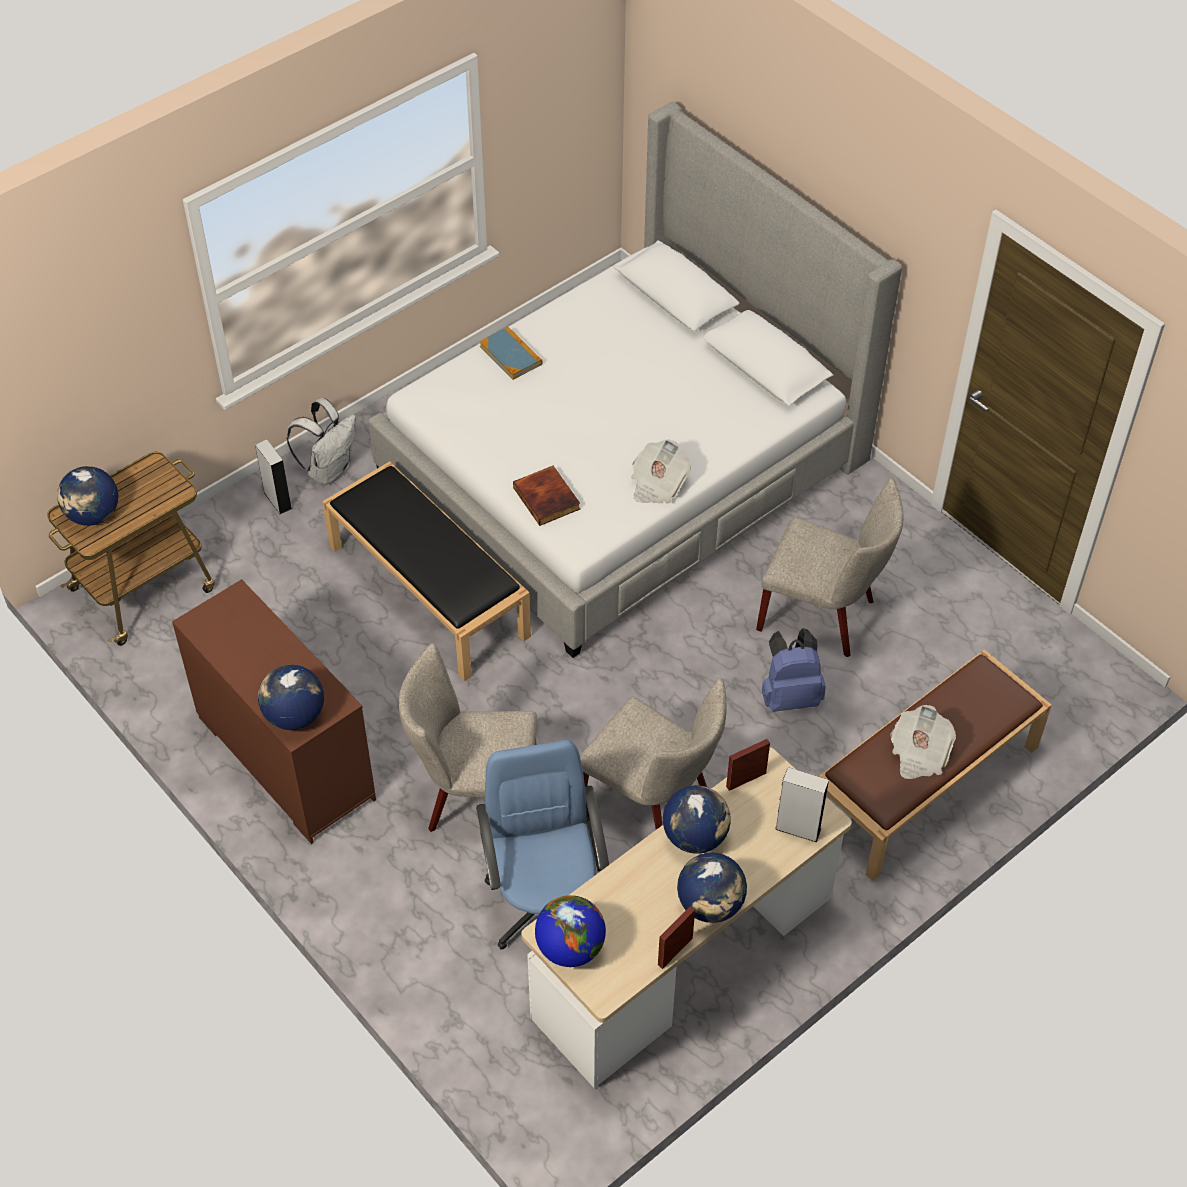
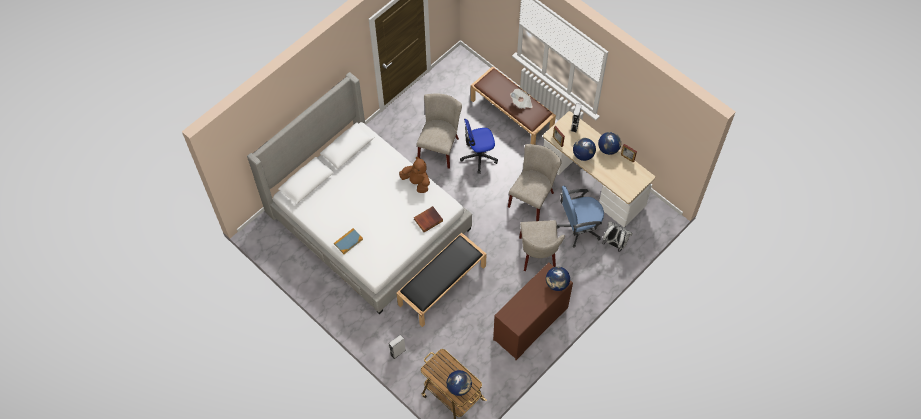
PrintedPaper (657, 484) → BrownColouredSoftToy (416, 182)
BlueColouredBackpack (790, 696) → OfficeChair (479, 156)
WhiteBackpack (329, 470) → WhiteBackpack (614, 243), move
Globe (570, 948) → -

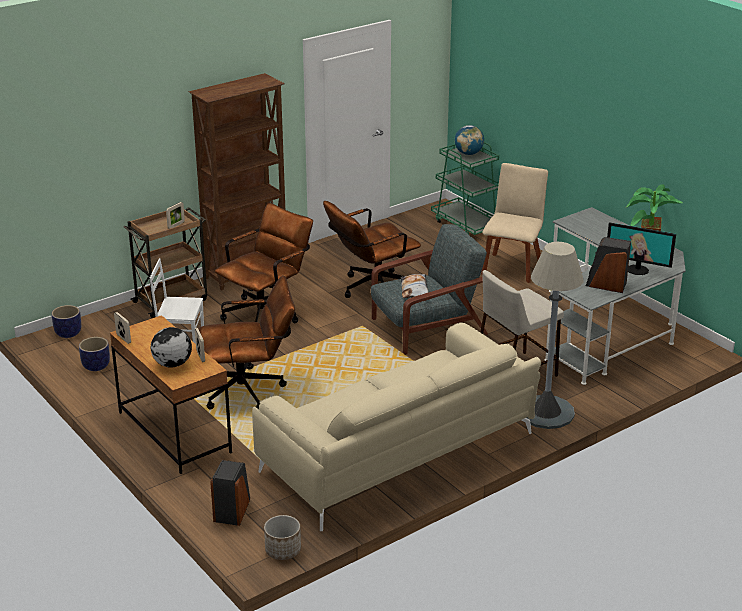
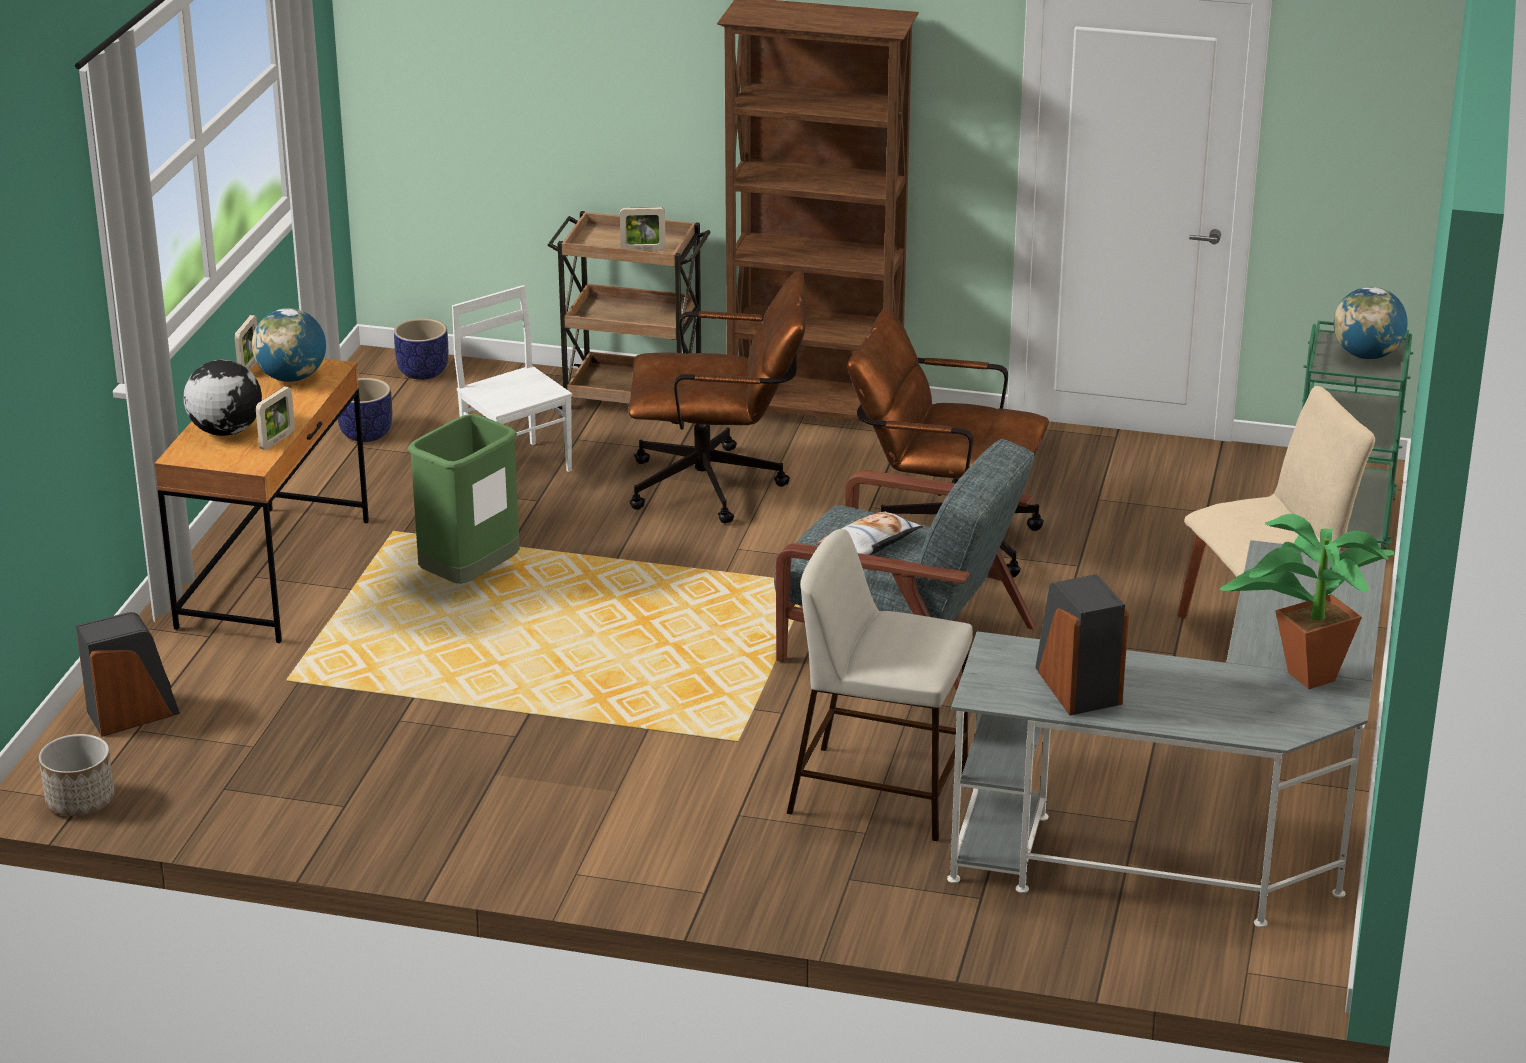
- → Globe (292, 378)
BrownColouredOfficeChair (250, 390) → GreenishRubbishBin (470, 579)
SandColouredSofa (399, 454) → -
GrayFloorLamp (546, 412) → -
ComputerScreen (637, 269) → -

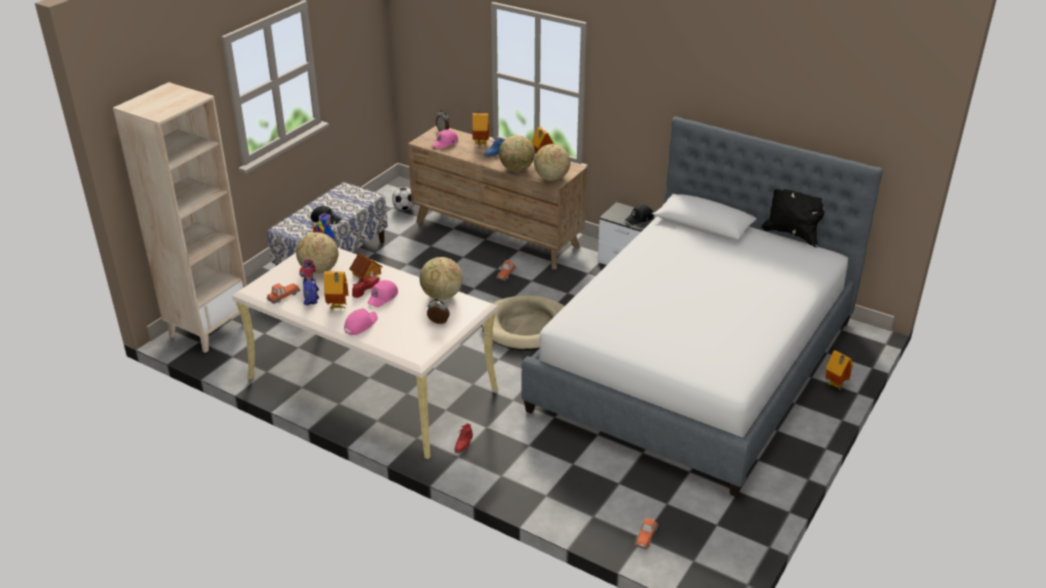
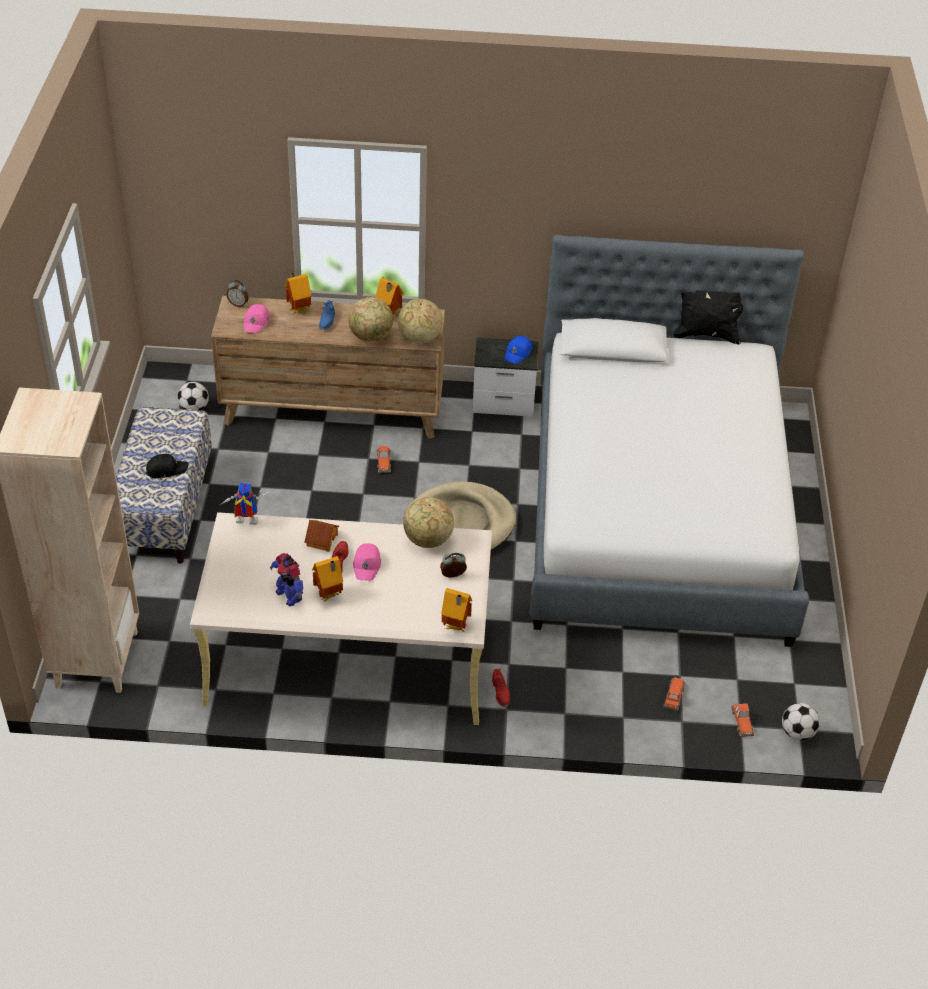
MiniatureHouse (835, 386) → MiniatureHouse (455, 627), move
BlackColouredPeakedCap (639, 219) → BlueColouredPeakedCap (518, 353)
MiniatureCar (283, 296) → MiniatureCar (674, 696), move
- → Football (797, 733)
Globe (319, 270) → -
PinkColouredPeakedCap (360, 325) → -

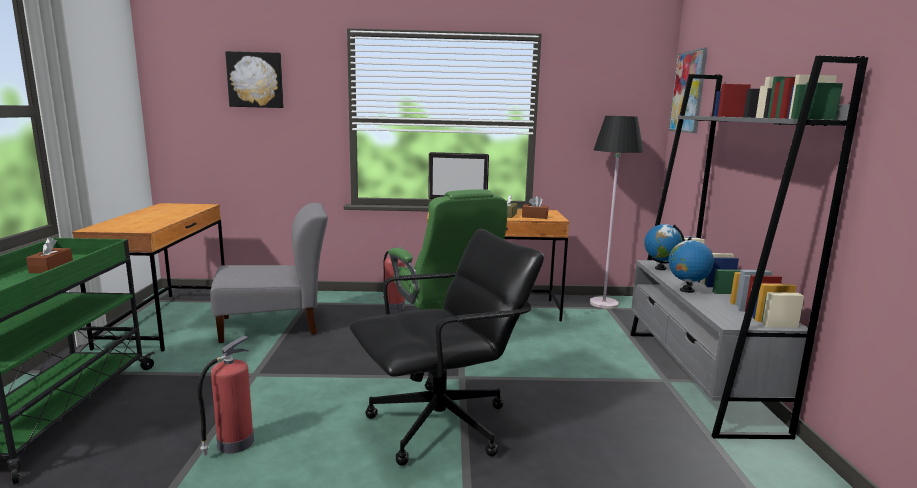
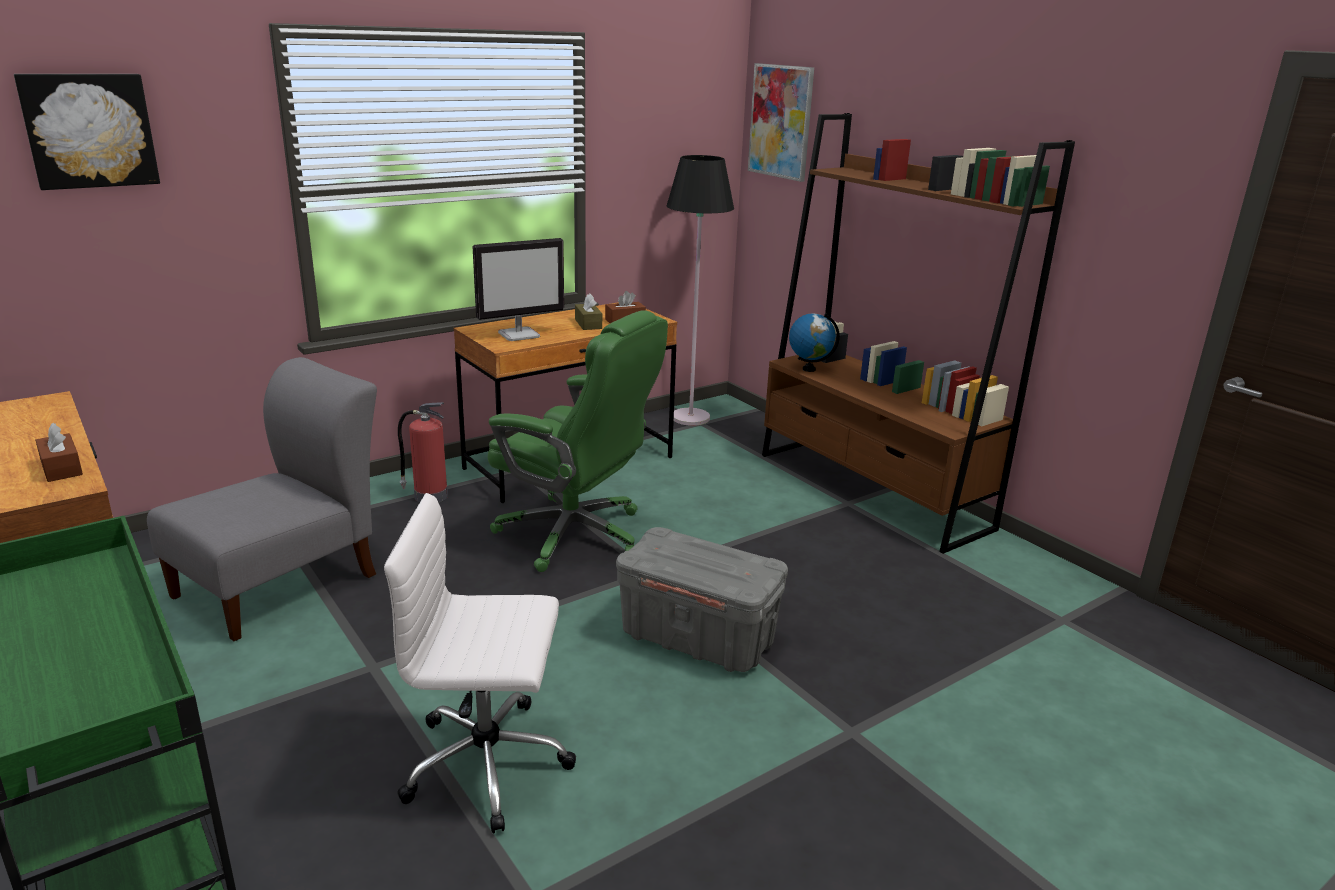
BrownColouredTissueBox (51, 268) → BrownColouredTissueBox (61, 468), move
FireFightingCylinder (233, 444) → WhiteOfficeChair (490, 763)
BlackColouredOfficeChair (441, 425) → GrayStorageBin (699, 638)
GrayBookcase (697, 377) → BrownColouredBookcase (872, 490)
Globe (686, 290) → -

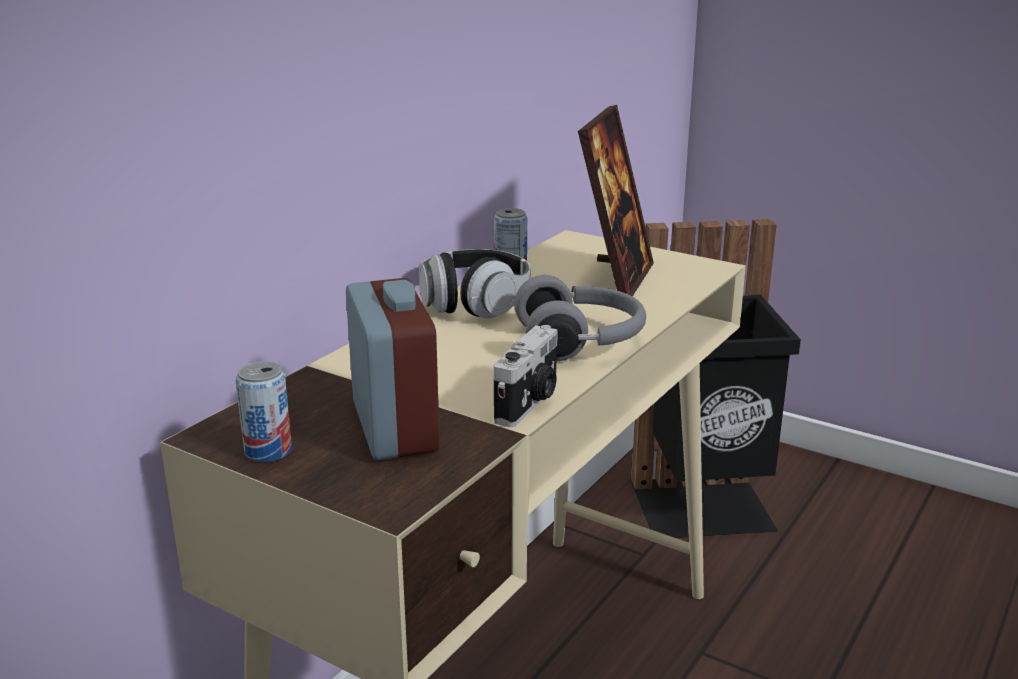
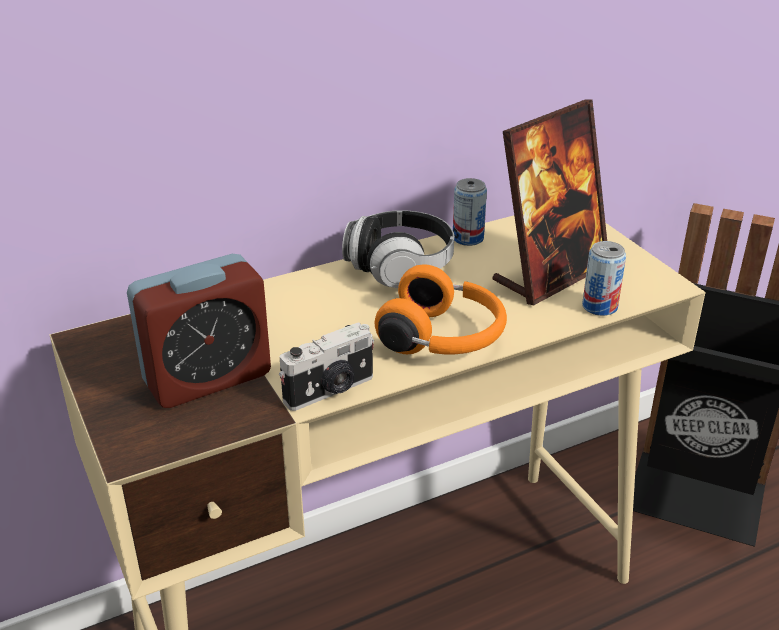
AlarmClock (394, 427) → AlarmClock (207, 378), 45 degrees clockwise
GrayPairOfHeadphones (581, 342) → OrangeColouredPairOfHeadphones (444, 338)
Can (268, 451) → Can (599, 307), move

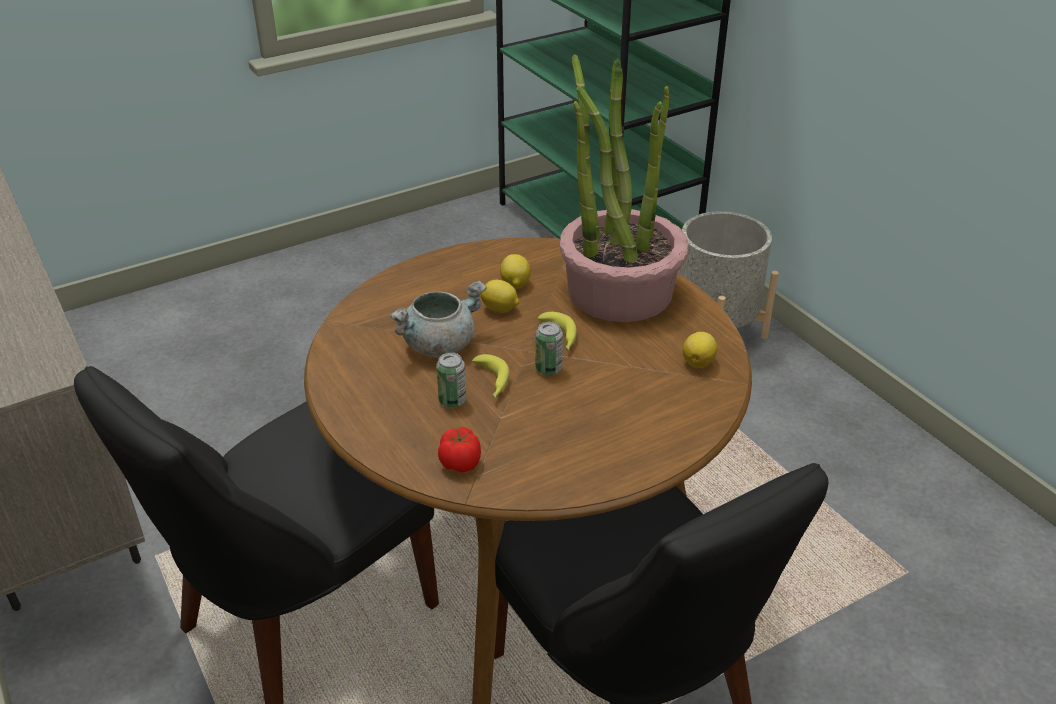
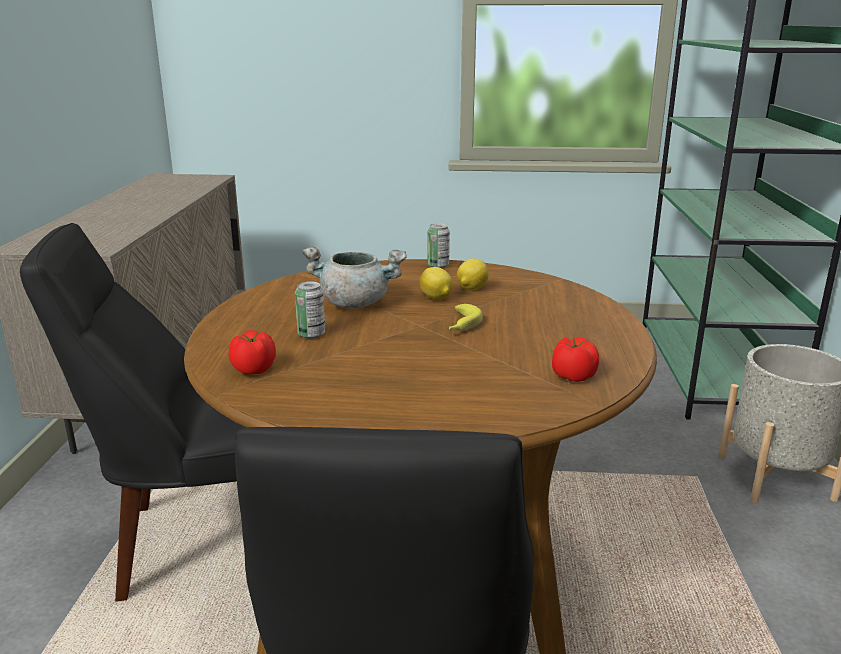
Can (548, 368) → Can (438, 265), move
WholeLemon (698, 362) → Tomato (572, 376)
WholeBanana (491, 382) → -
PottedPlant (619, 291) → -

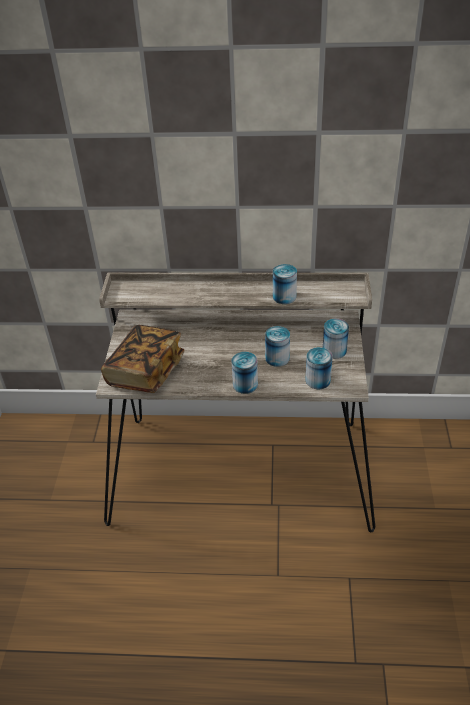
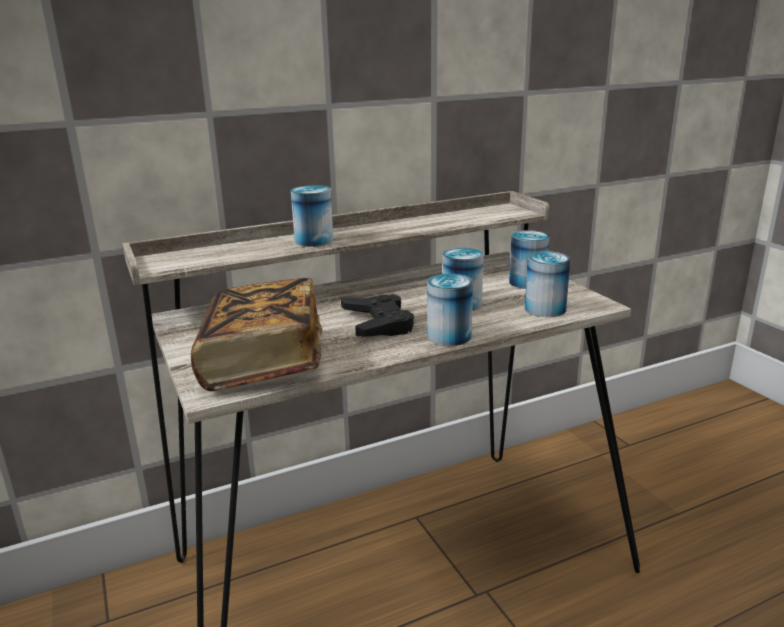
Can (284, 296) → Can (314, 241), move
- → BlackColouredGameController (378, 323)

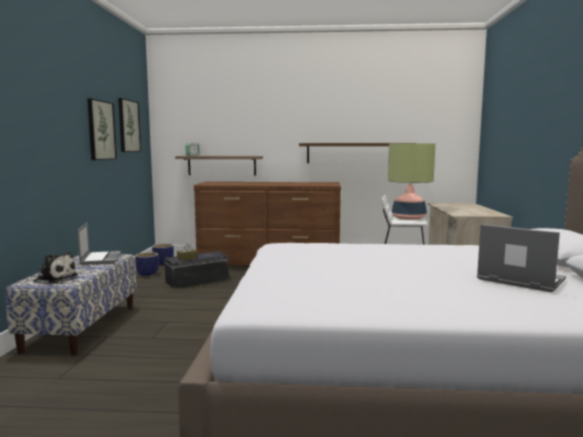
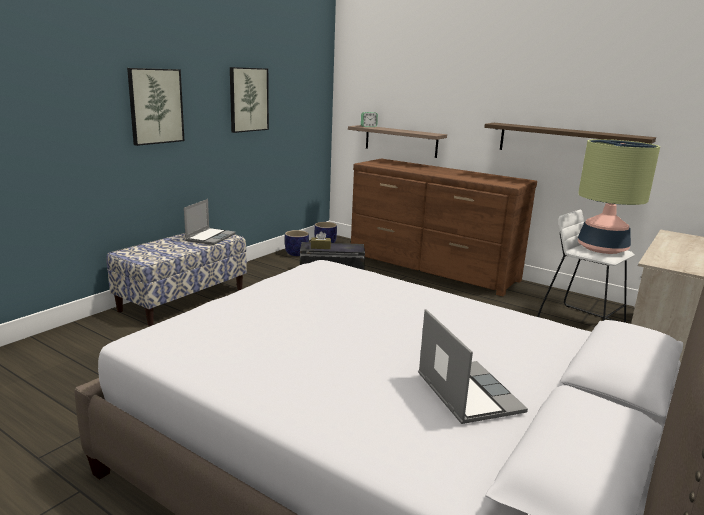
WallPicture (128, 126) → WallPicture (156, 106), move
SoftToy (54, 278) → -

